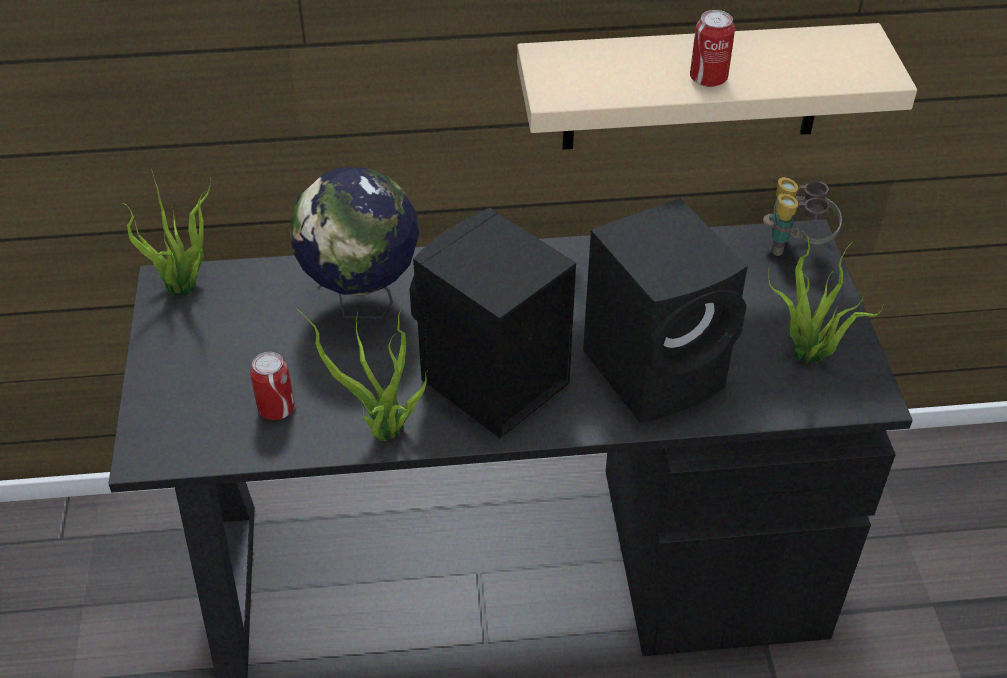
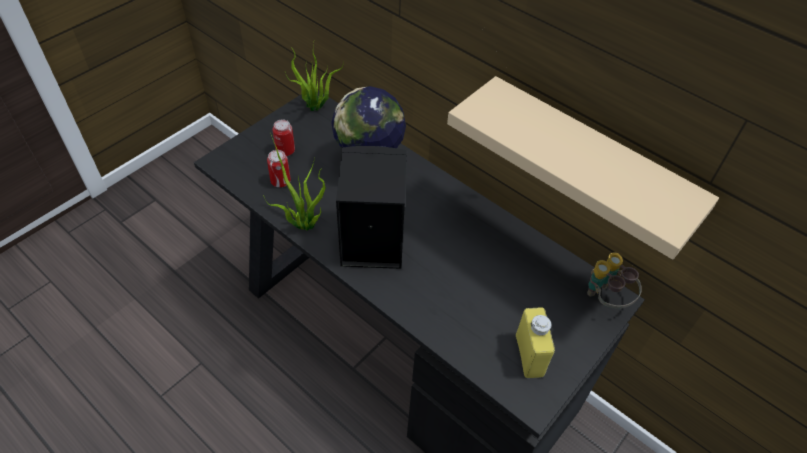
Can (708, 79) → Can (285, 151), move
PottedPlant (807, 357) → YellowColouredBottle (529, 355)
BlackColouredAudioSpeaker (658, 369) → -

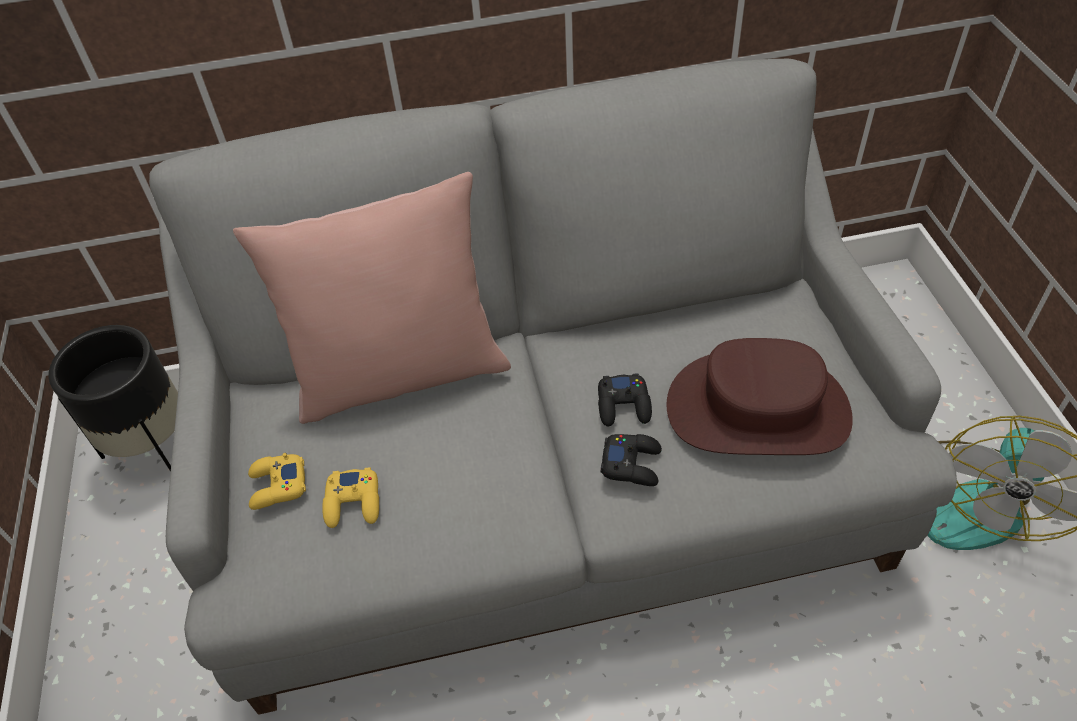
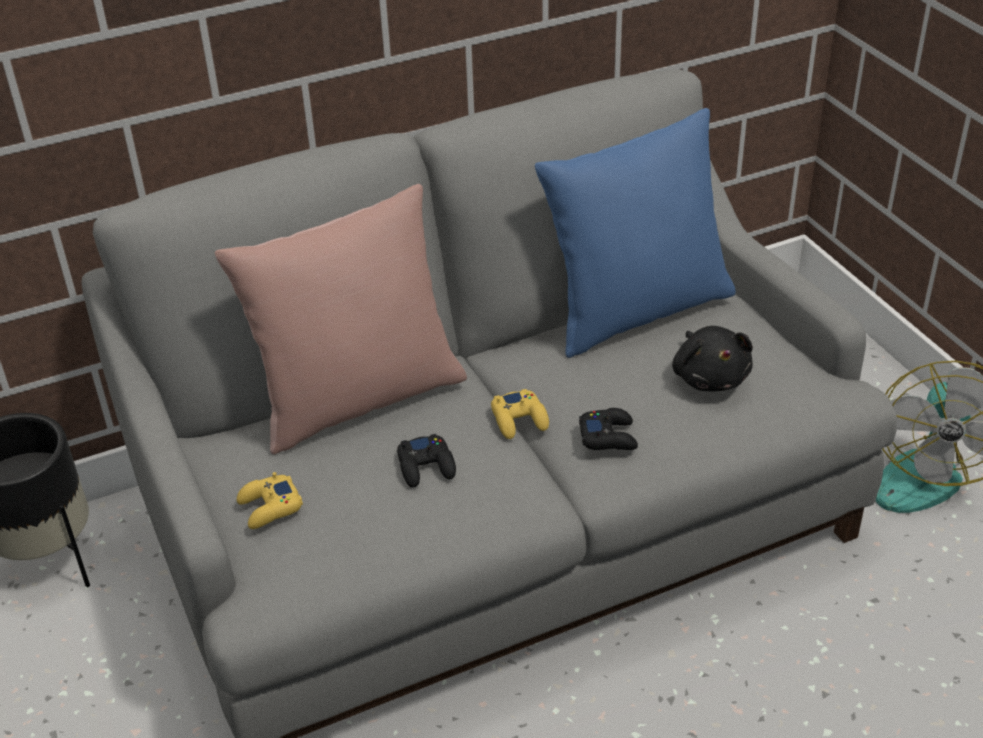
BlackColouredGameController (624, 405) → BlackColouredGameController (426, 466), move
YellowColouredGameController (354, 502) → YellowColouredGameController (519, 419), move
- → BlueColouredCushion (636, 311)
BrownColouredWearableHat (758, 409) → BlackColouredSoftToy (710, 377)

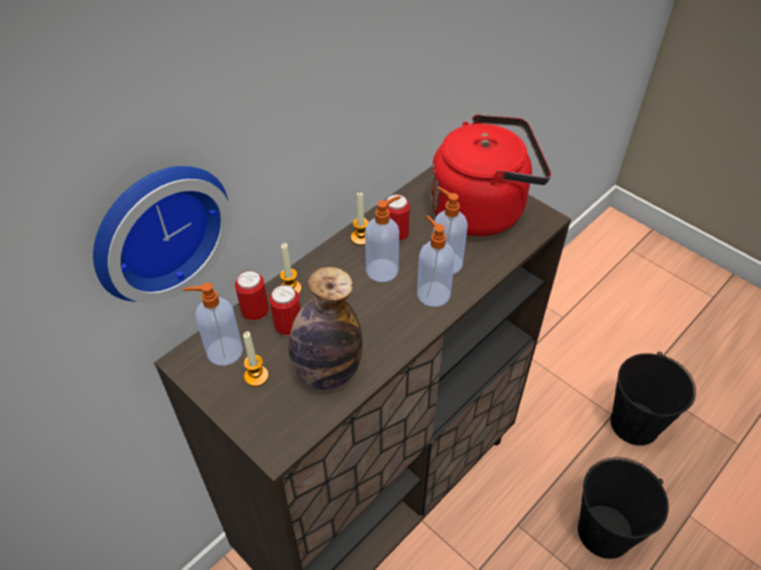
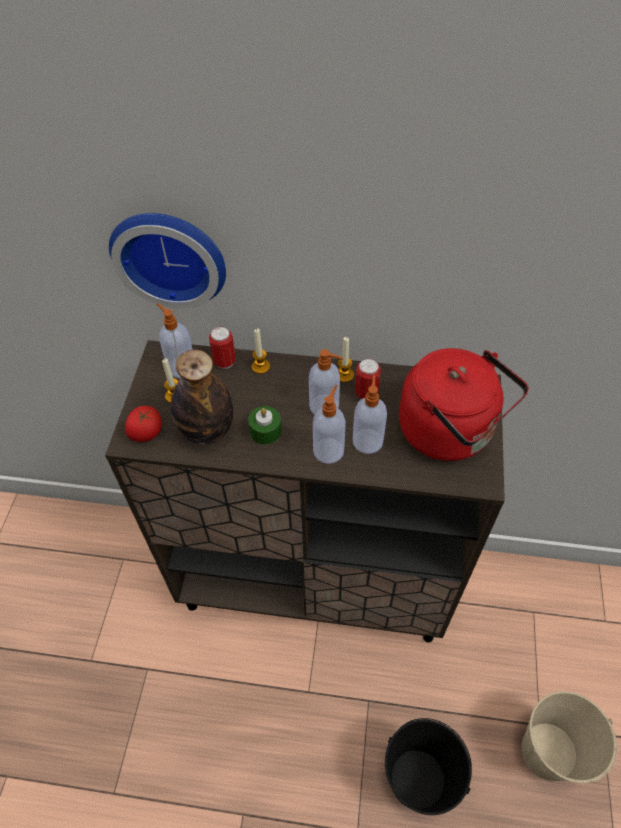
- → Tomato (146, 433)
- → GreenishWaxCandle (265, 431)
BlackColouredPail (634, 424) → SandColouredPail (547, 751)
Can (288, 327) → -

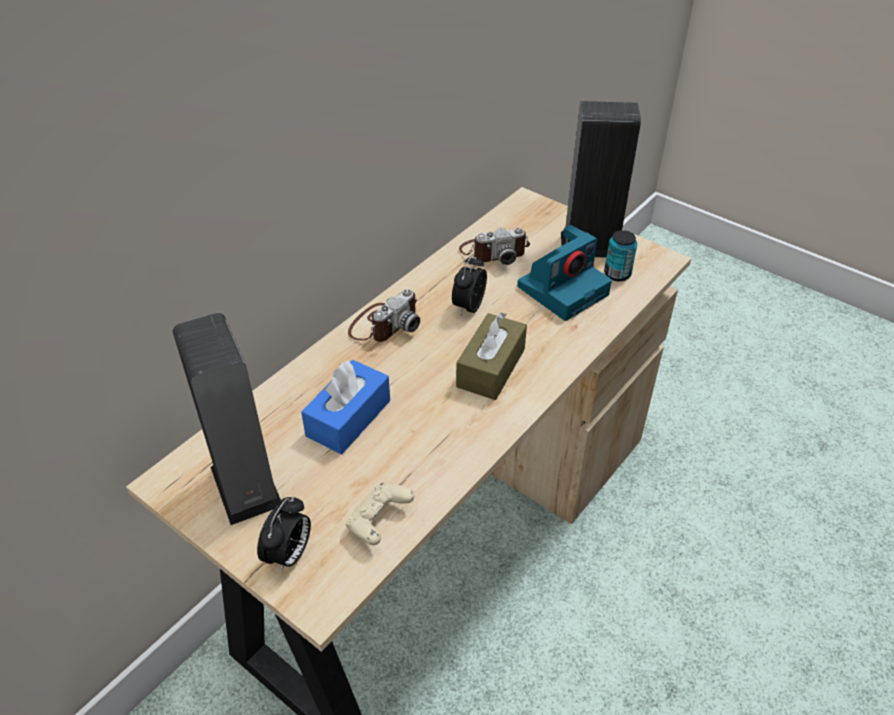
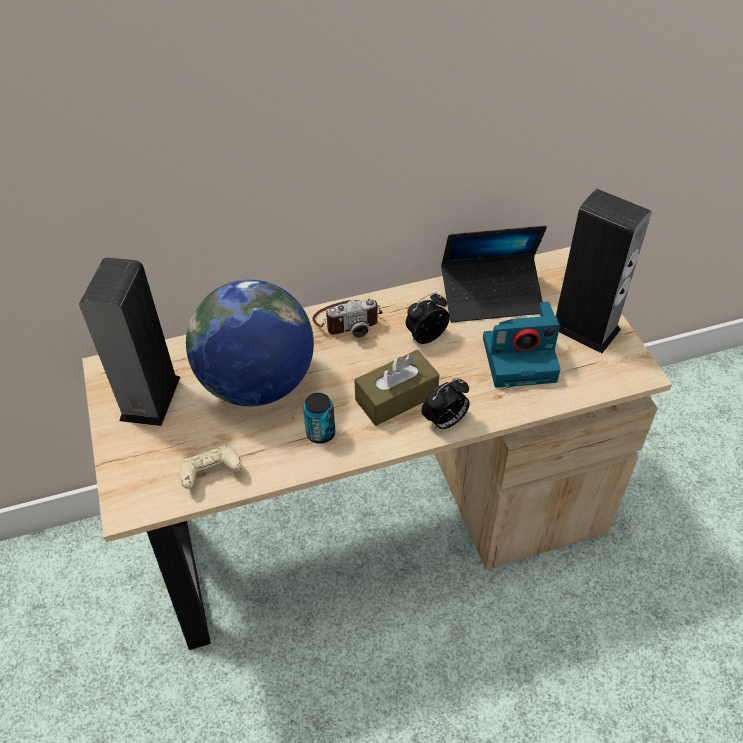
BlueColouredTissueBox (348, 418) → Globe (257, 383)
Can (617, 274) → Can (320, 433), move
AlarmClock (289, 555) → AlarmClock (445, 422), move
StillCamera (494, 251) → NotebookComputer (491, 297)

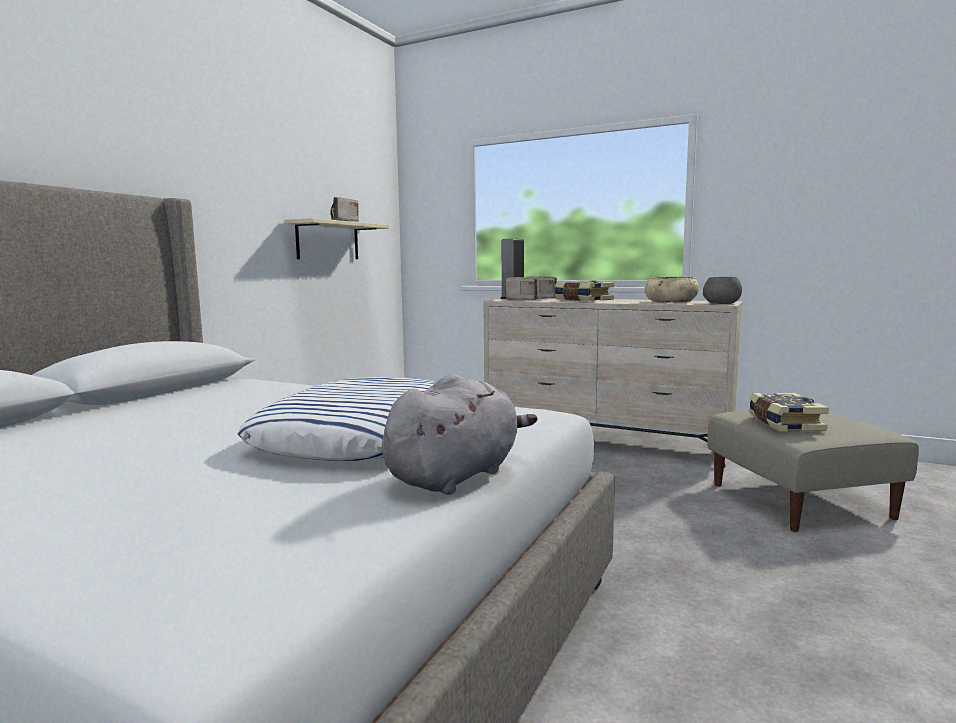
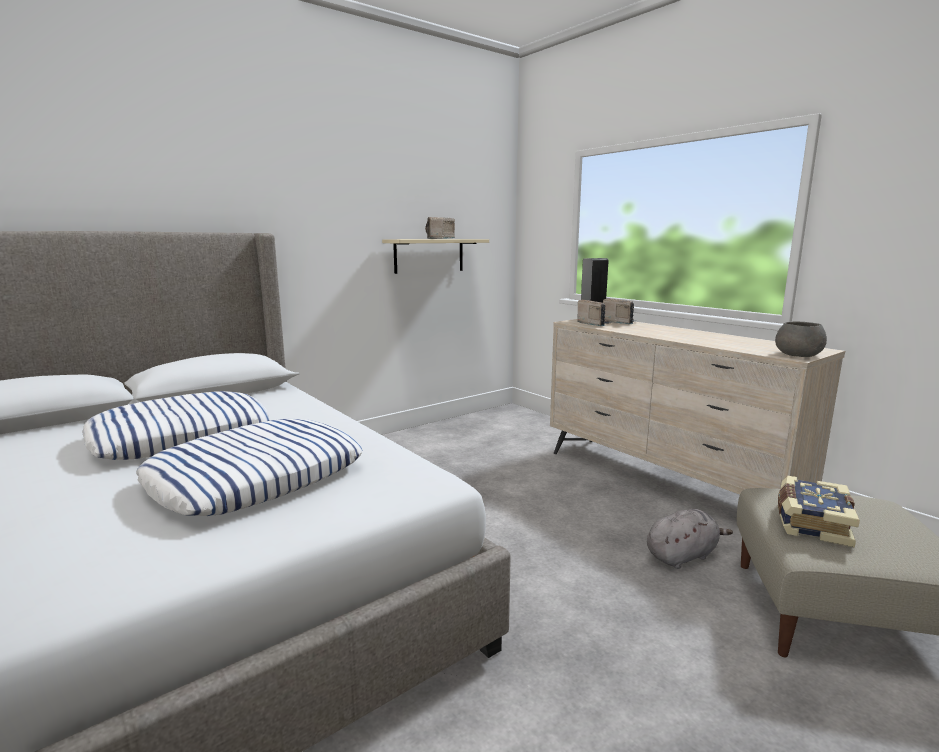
- → Cushion (182, 436)
GraySoftToy (457, 475) → GraySoftToy (682, 555), move
BoundBook (582, 300) → -
SandColouredServingBowl (670, 302) → -

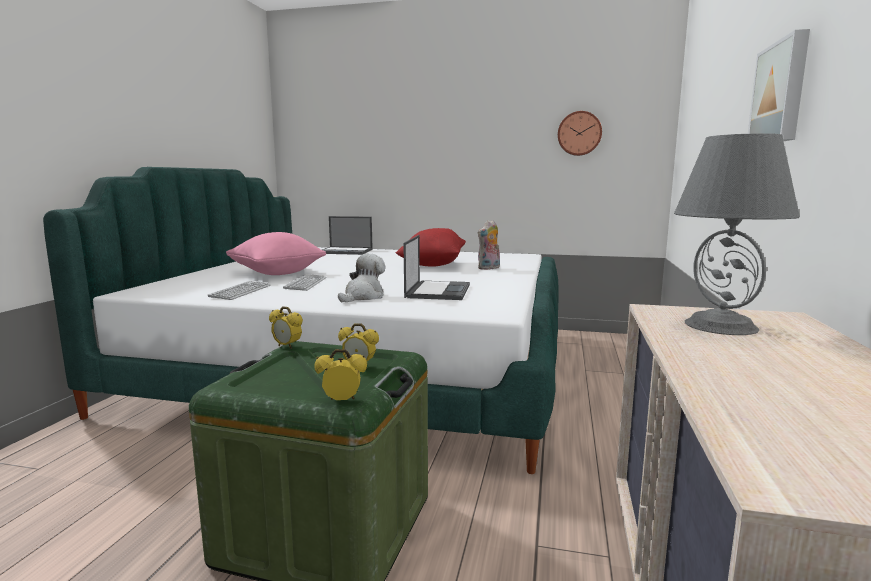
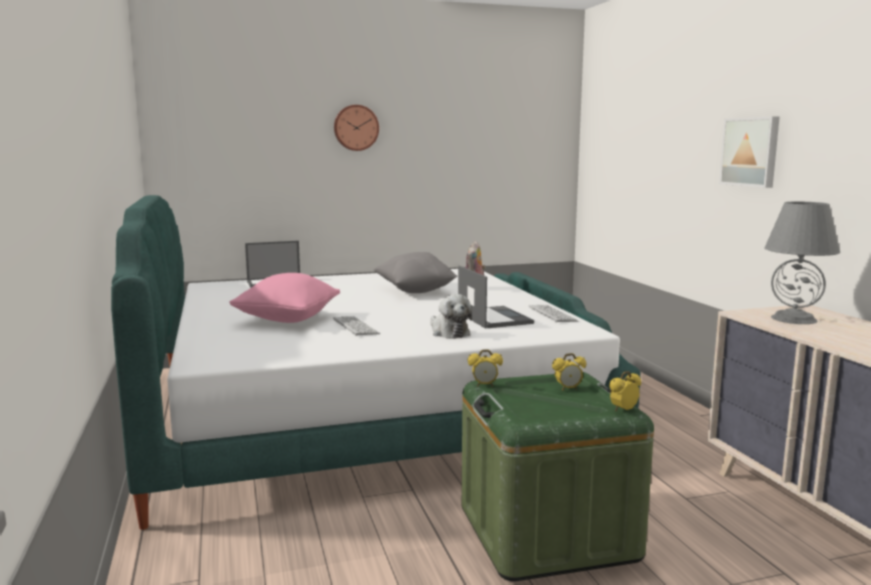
HangingClock (579, 133) → HangingClock (356, 128), move
RedColouredCushion (432, 265) → GrayCushion (415, 291)
SoftToy (363, 297) → SoftToy (448, 332), 150 degrees clockwise
ComputerKeyboard (241, 291) → ComputerKeyboard (552, 315), move

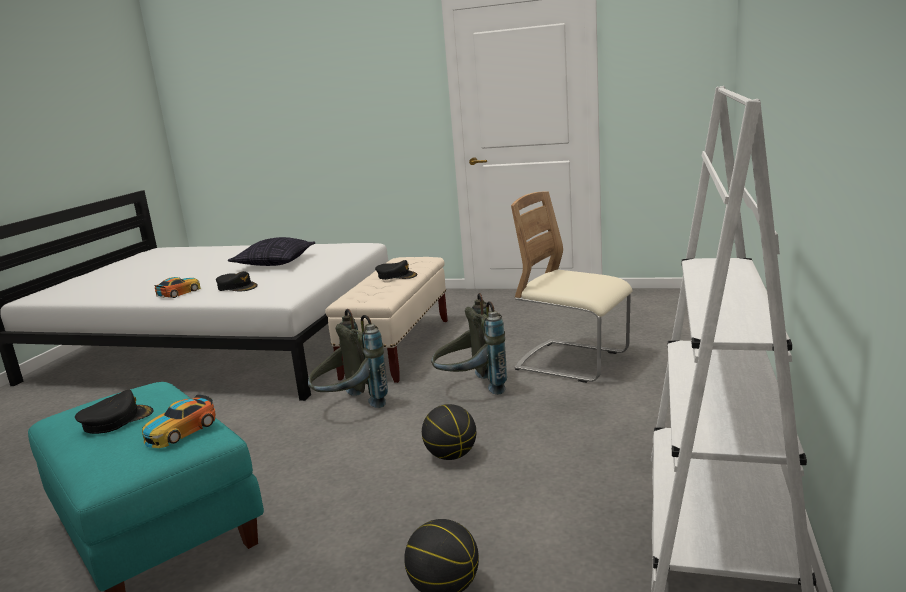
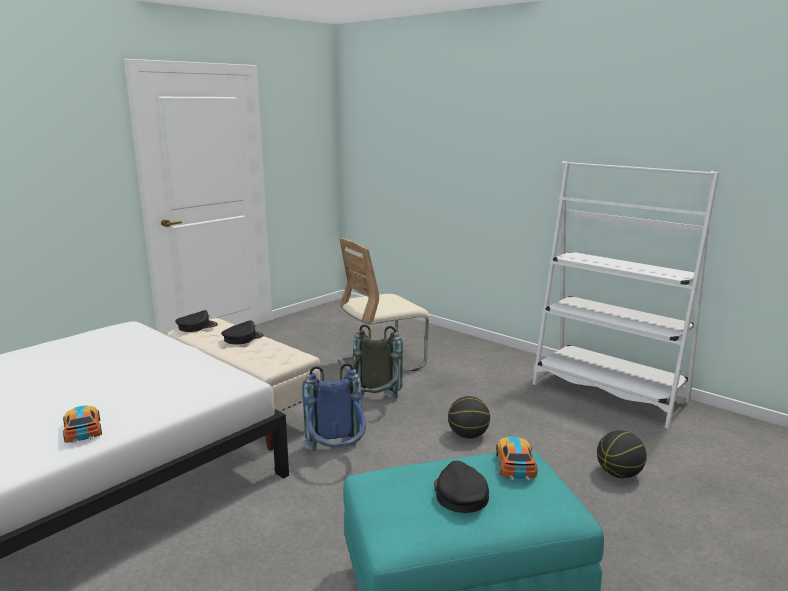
BlackColouredPeakedCap (237, 287) → BlackColouredPeakedCap (197, 326), move
GrayBackpack (350, 407) → BlueColouredBackpack (337, 457)
MiniatureCar (180, 431) → MiniatureCar (515, 464), 150 degrees counterclockwise
Cushion (275, 263) → -

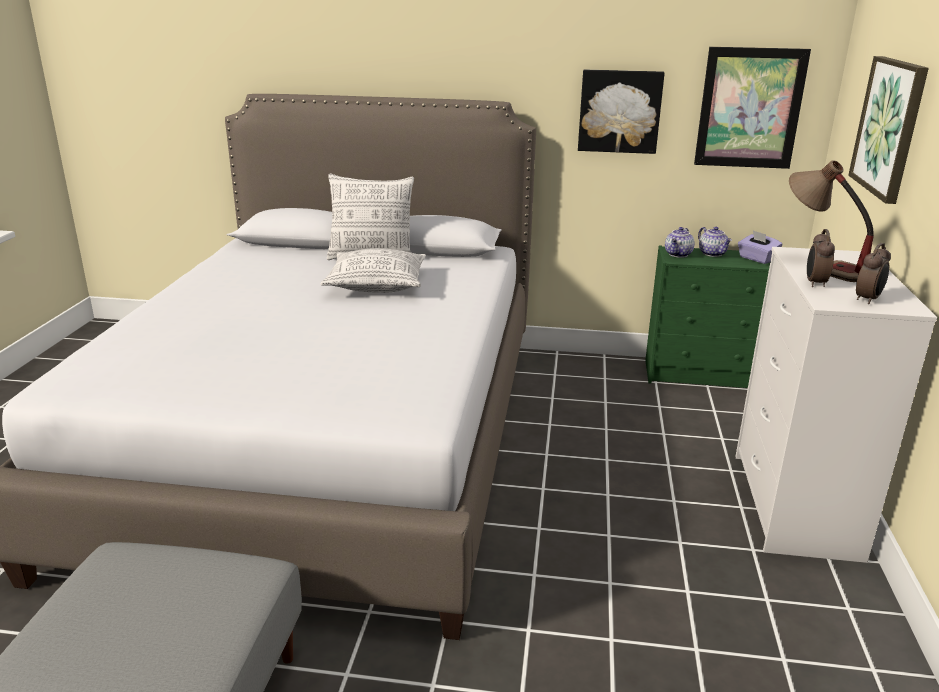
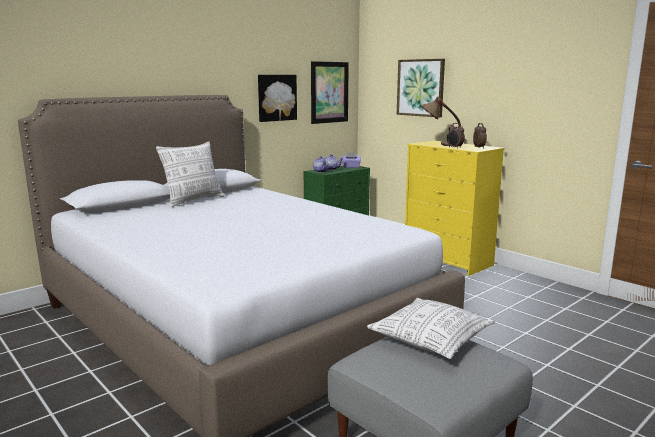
Cushion (377, 285) → Cushion (431, 340), move
WhiteChestOfDrawers (795, 505) → YellowColouredChestOfDrawers (448, 260)

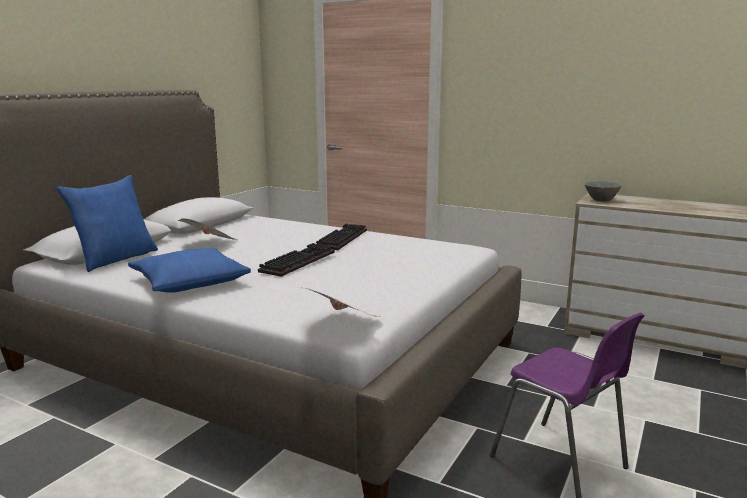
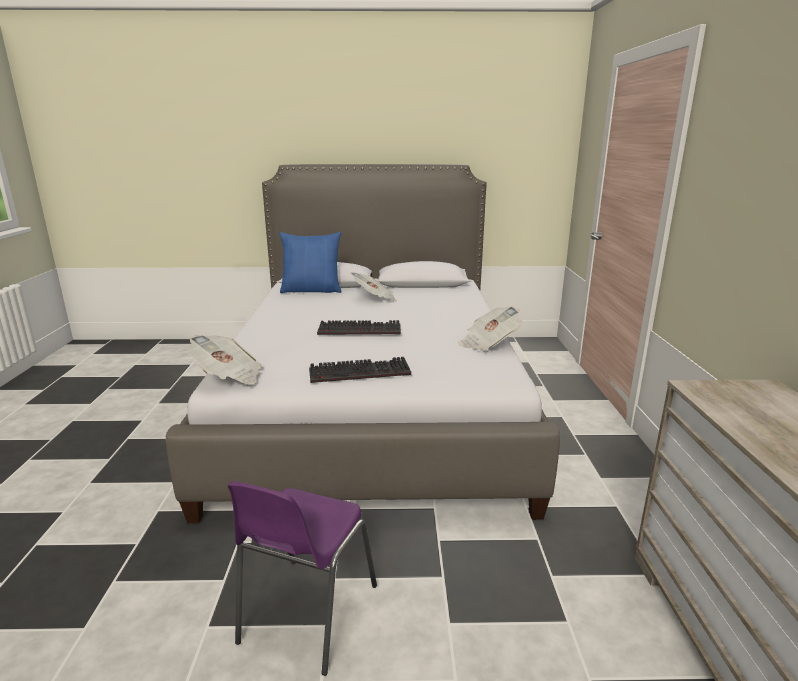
ComputerKeyboard (341, 238) → ComputerKeyboard (361, 372), move
- → PrintedPaper (488, 343)
BlueColouredCushion (189, 281) → -
GrayServingBowl (600, 200) → -

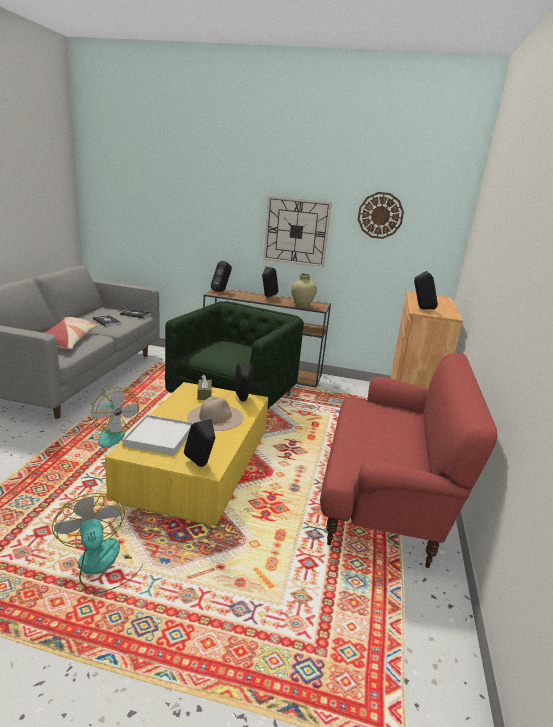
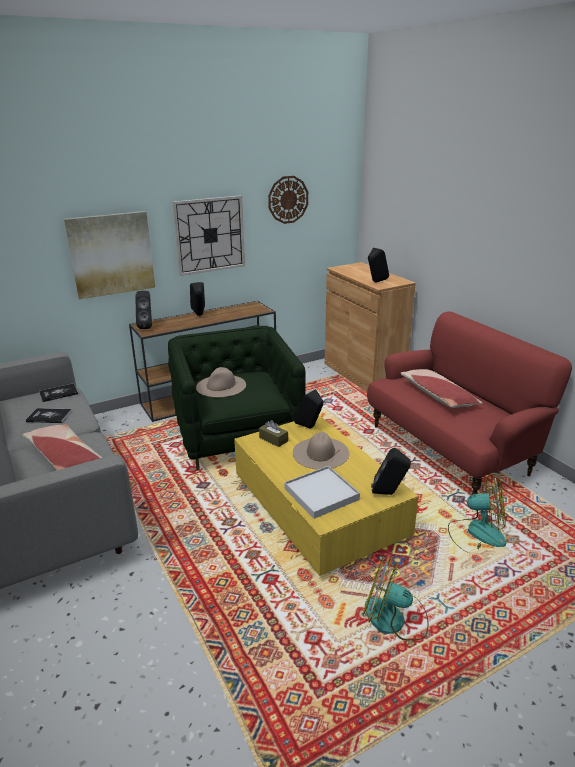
- → WallPicture (111, 254)
- → SandColouredWearableHat (221, 386)
- → Cushion (437, 396)
ElectricFan (108, 435) → ElectricFan (476, 533), move
SandColouredDecorativeVase (302, 305) → -

